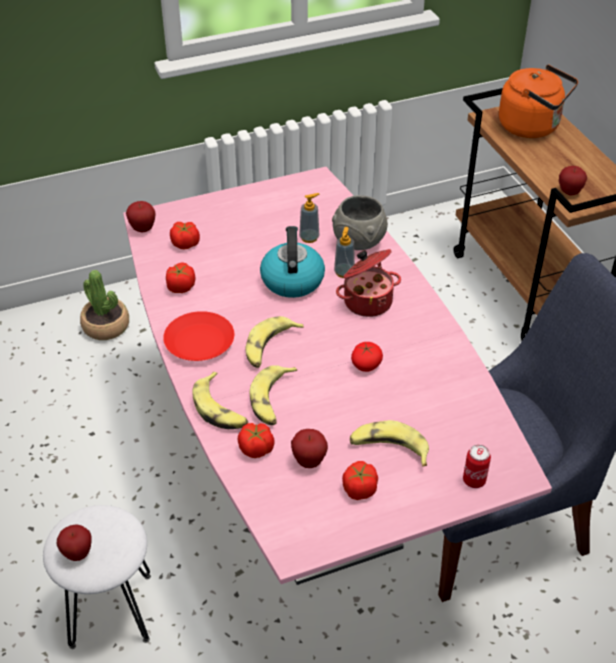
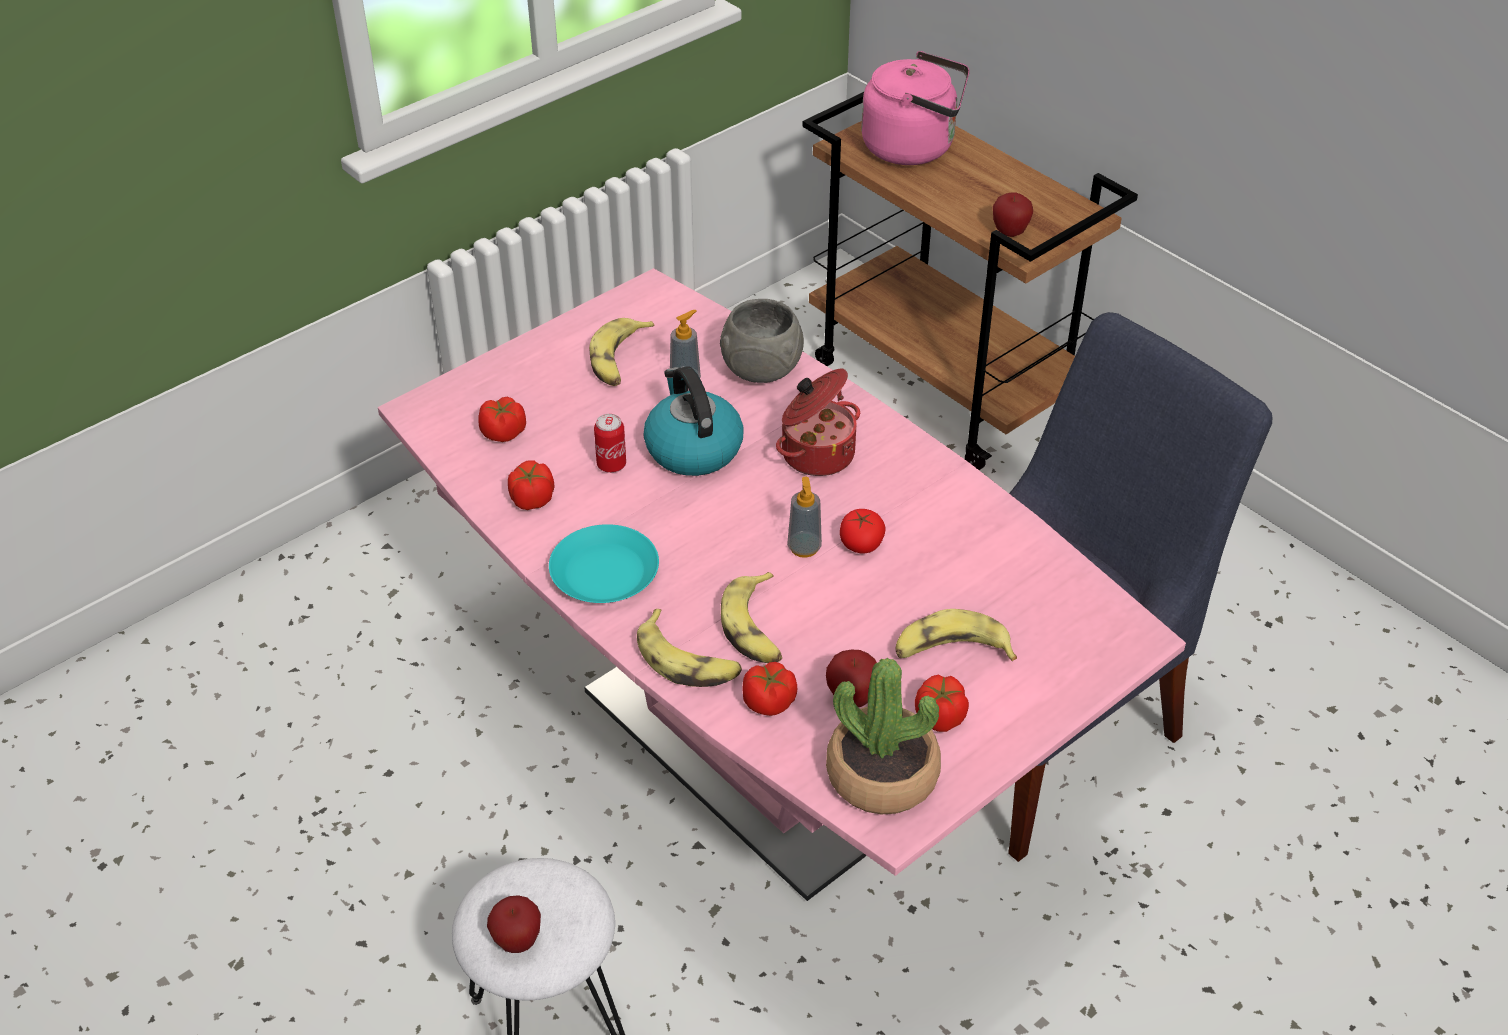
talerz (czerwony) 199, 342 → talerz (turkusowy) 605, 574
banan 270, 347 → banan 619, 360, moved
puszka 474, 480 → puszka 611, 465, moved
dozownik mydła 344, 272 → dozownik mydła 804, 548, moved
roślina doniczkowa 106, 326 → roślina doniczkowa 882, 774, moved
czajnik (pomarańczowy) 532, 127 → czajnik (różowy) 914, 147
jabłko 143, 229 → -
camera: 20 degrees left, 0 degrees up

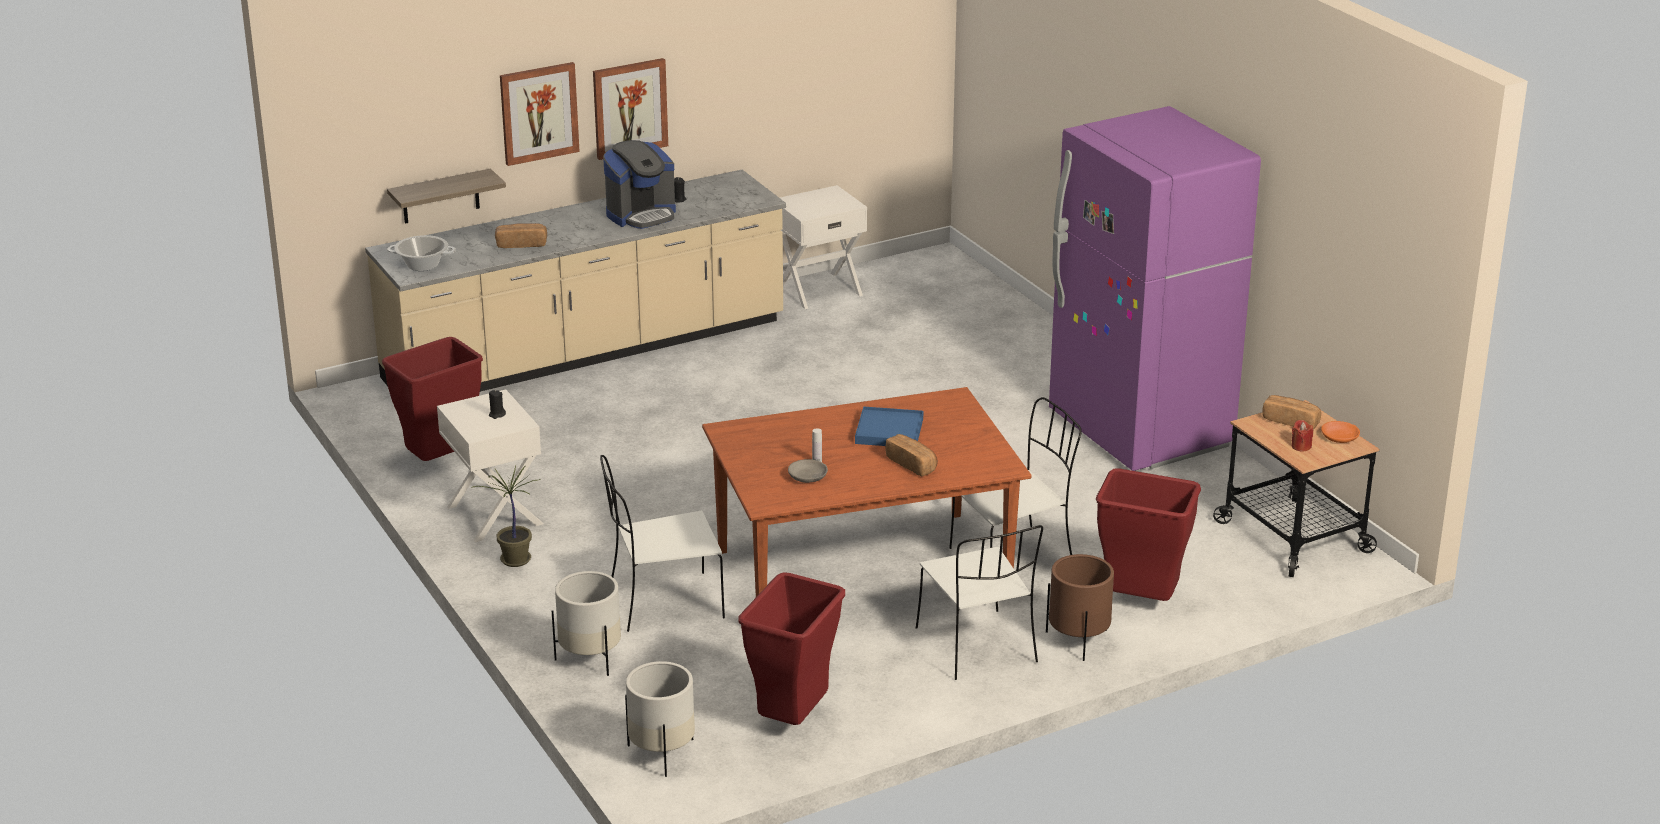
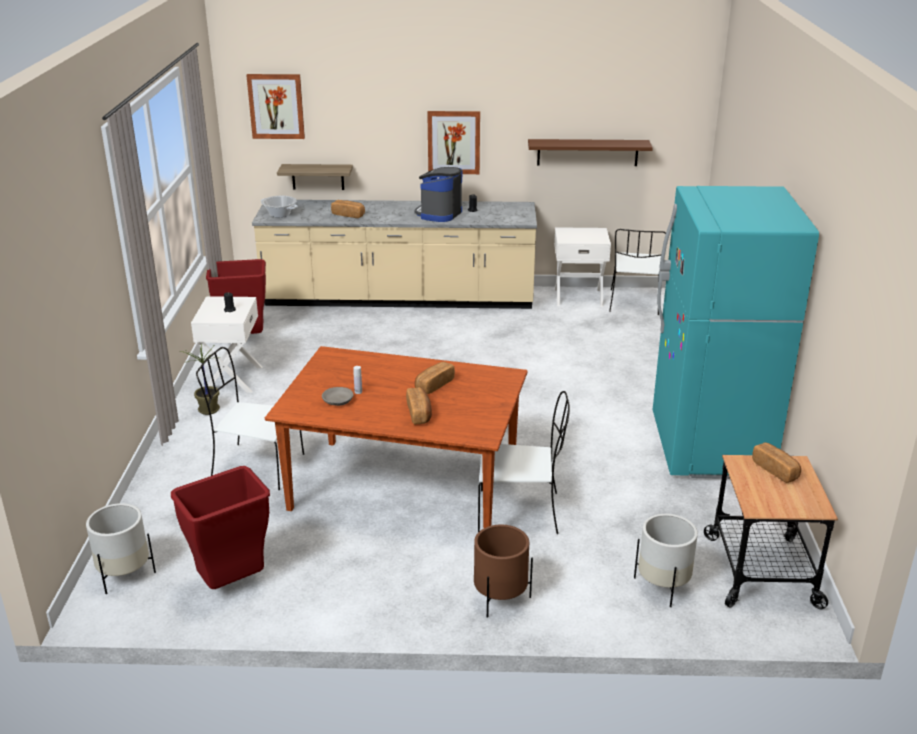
obraz 539, 113 → obraz 276, 106, moved
ekspres do kawy 641, 215 → ekspres do kawy 439, 214, 120 degrees clockwise
taca (niebieski) 889, 431 → chleb 434, 385
- → półka (brązowy) 587, 152
krzesło (biały) 978, 647 → krzesło (biały) 634, 303, moved
donica (biały) 590, 658 → donica (biały) 663, 586, moved
lodówka (fioletowy) 1140, 431 → lodówka (turkusowy) 710, 447
kosz na śmieci (czerwony) 1139, 603 → -
świeca (czerwony) 1301, 446 → -
miska (pomarańczowy) 1340, 438 → -
camera: 30 degrees right, 0 degrees up

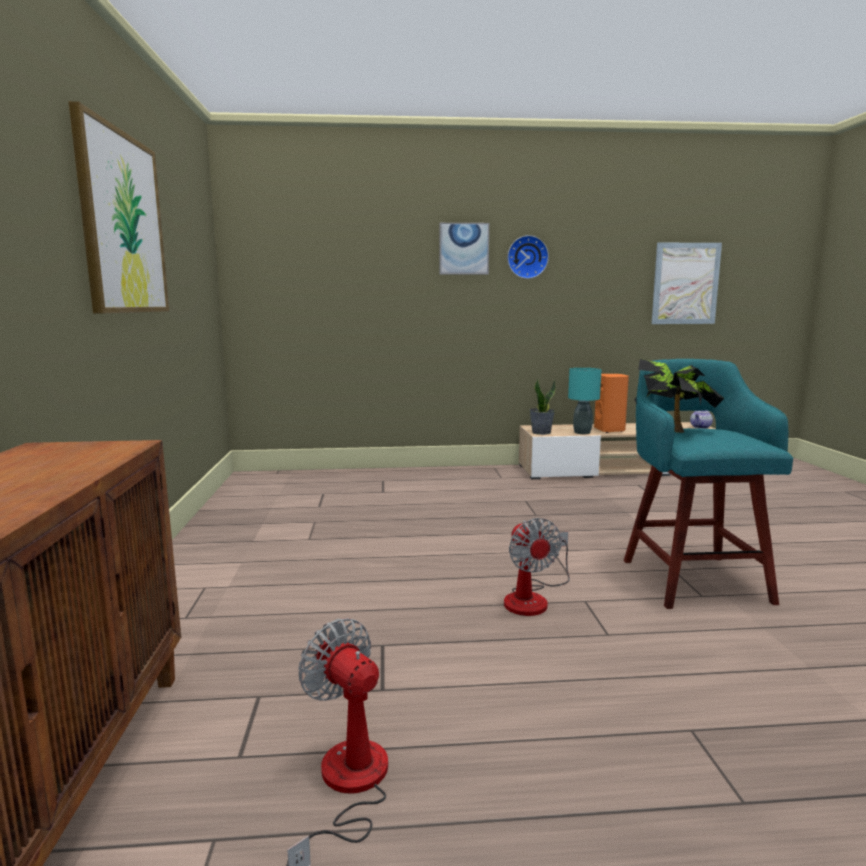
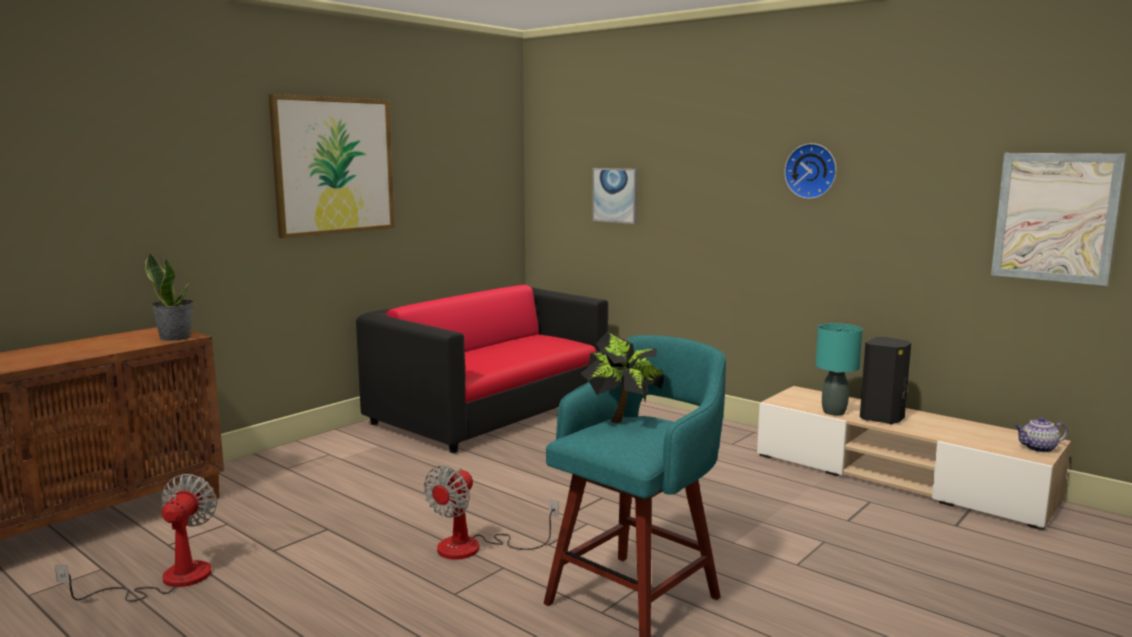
roślina doniczkowa 541, 432 → roślina doniczkowa 176, 337, moved
- → kanapa 490, 410
obraz 464, 249 → obraz 615, 195, moved
głośnik (pomarańczowy) 610, 430 → głośnik (czarny) 883, 418
camera: 45 degrees right, 0 degrees up

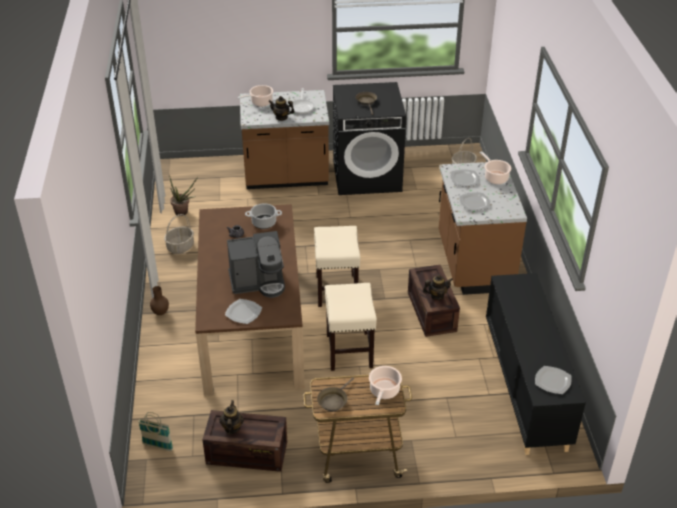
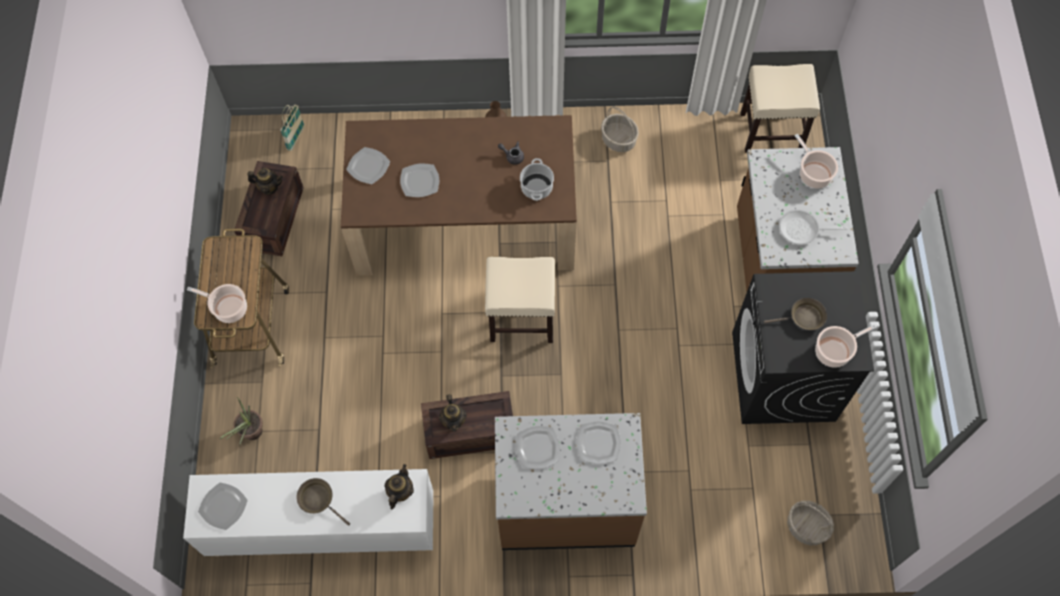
szafka (czarny) 525, 387 → szafka (biały) 322, 527
roślina doniczkowa 184, 212 → roślina doniczkowa 250, 435, moved
patelnia (brązowy) 333, 400 → patelnia (brązowy) 318, 499, moved
imbryk 281, 117 → imbryk 400, 492, moved
ekspres do kawy 258, 282 → talerz 420, 181
stołek (beżowy) 349, 351 → stołek (beżowy) 770, 132, moved
garnek 495, 177 → garnek 834, 351, moved
camera: 95 degrees right, 25 degrees up

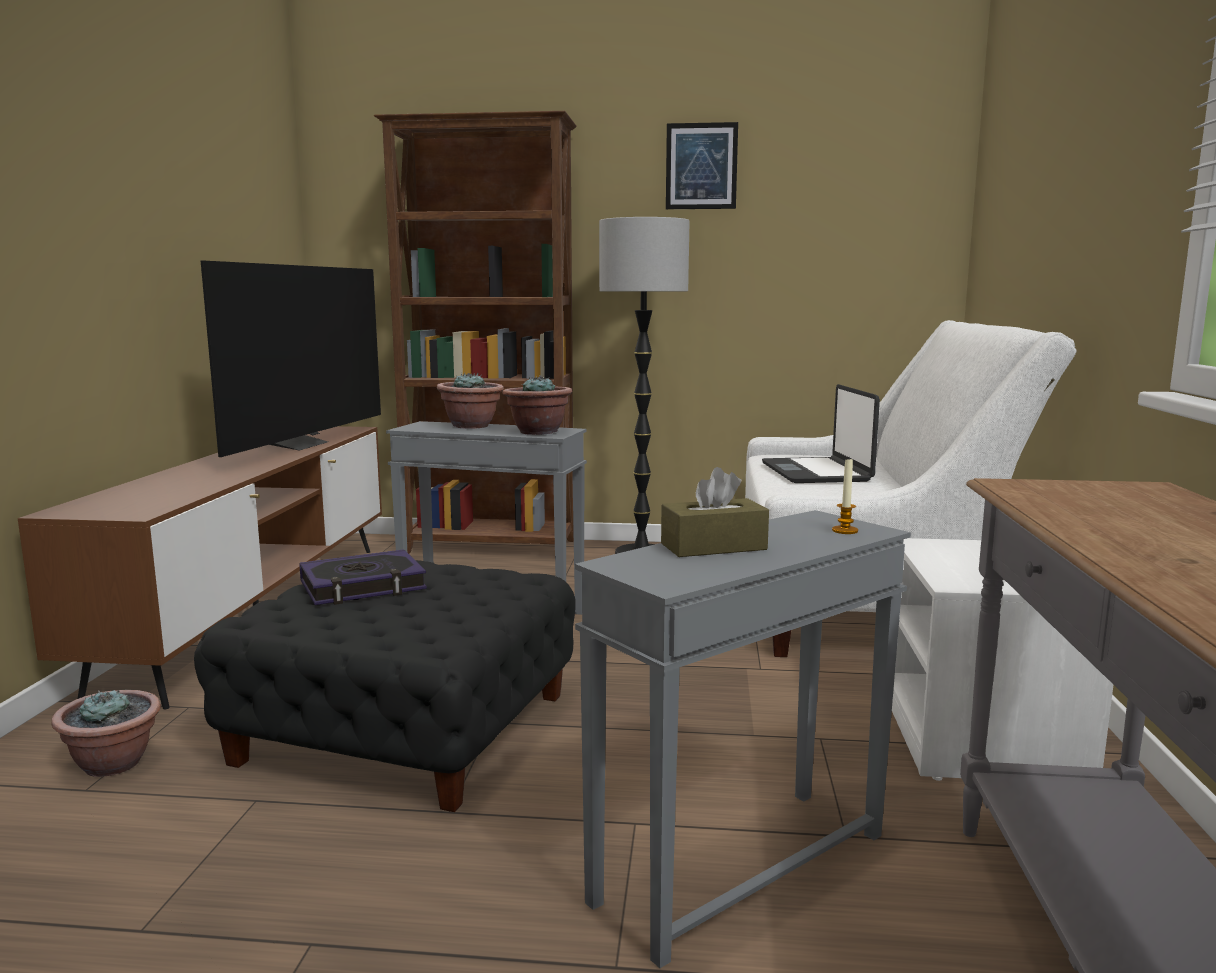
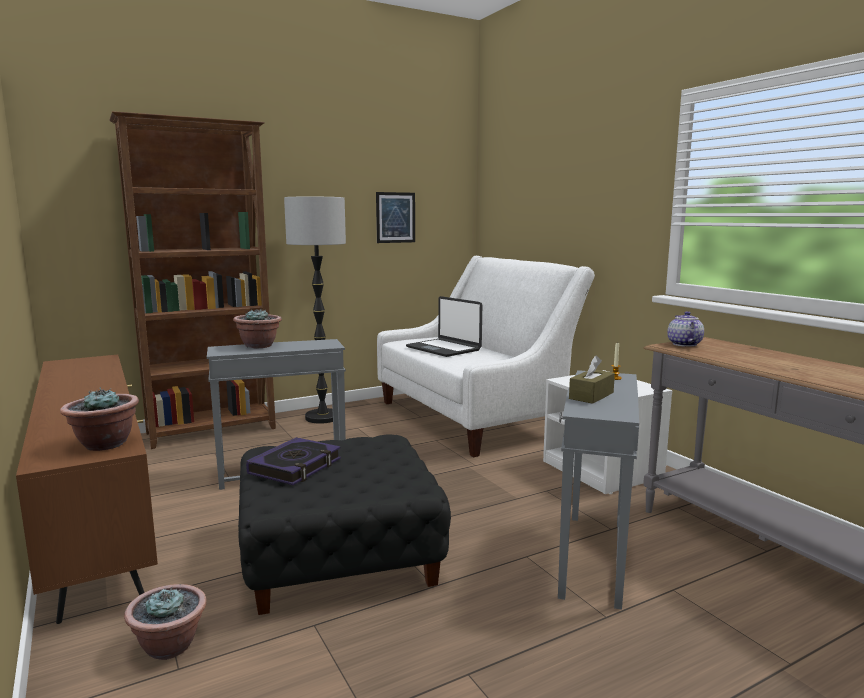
roślina doniczkowa 537, 432 → roślina doniczkowa 104, 444, moved
obraz 701, 166 → obraz 395, 217, moved
- → imbryk 683, 344
telewizor 298, 445 → -
camera: 35 degrees left, 0 degrees up

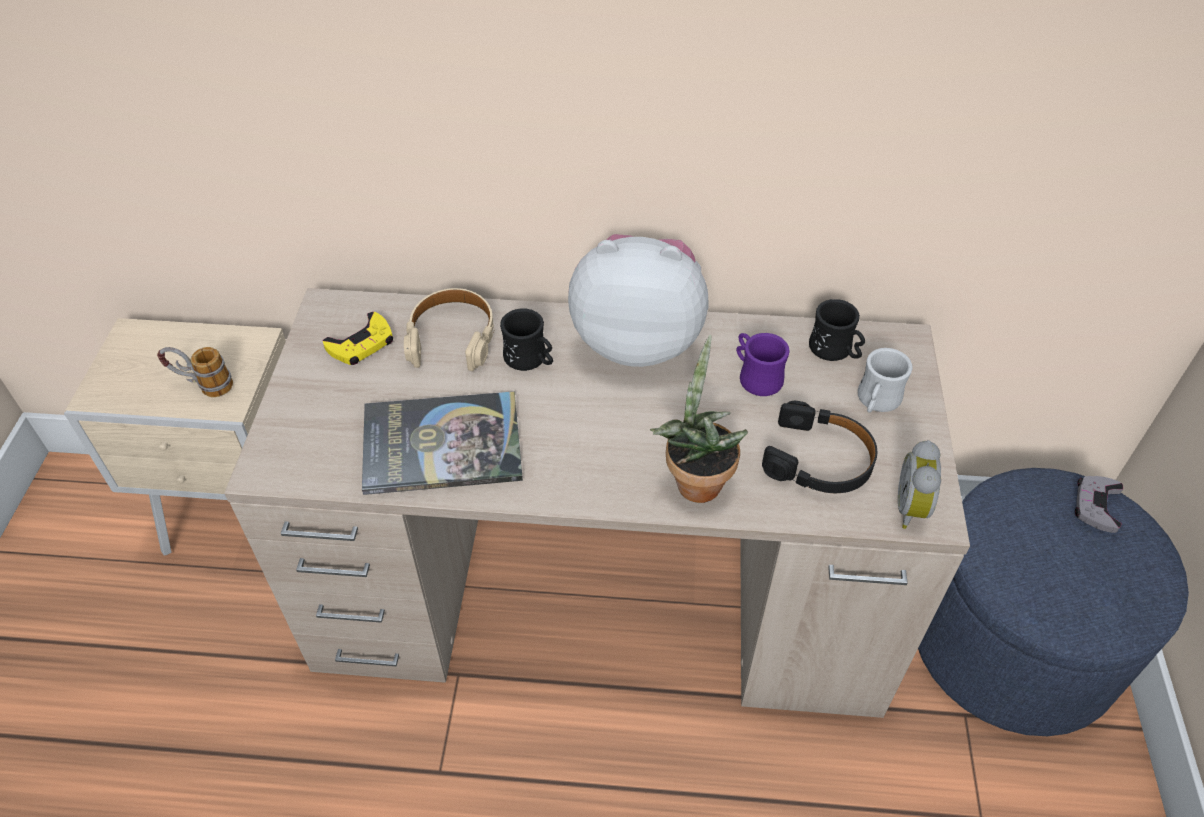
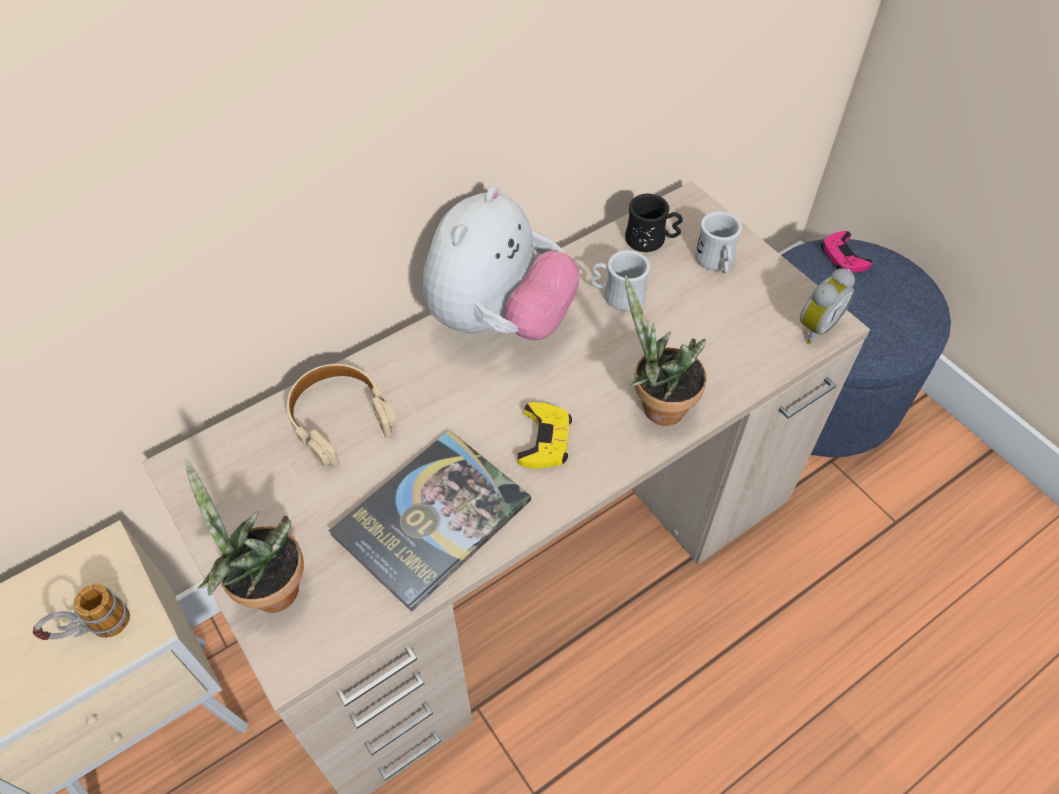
- → roślina doniczkowa 267, 588
pluszak 638, 339 → pluszak 499, 320, 150 degrees clockwise
pad do gier (żółty) 362, 344 → pad do gier (żółty) 545, 439, moved
kubek (fioletowy) 755, 377 → kubek (biały) 617, 296
budzik 913, 508 → budzik 814, 326, 105 degrees counterclockwise
pad do gier (szary) 1096, 505 → pad do gier (różowy) 843, 256
kubek (czarny) 530, 360 → -
słuchawki (czarny) 819, 460 → -
camera: 40 degrees left, 5 degrees up

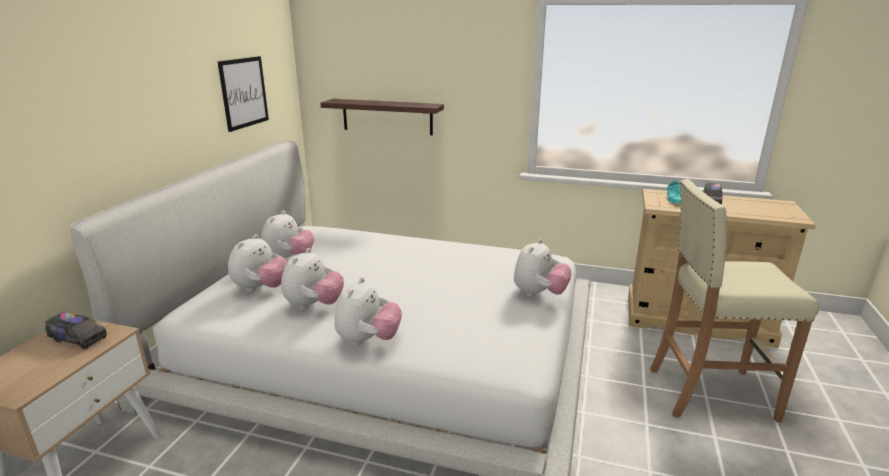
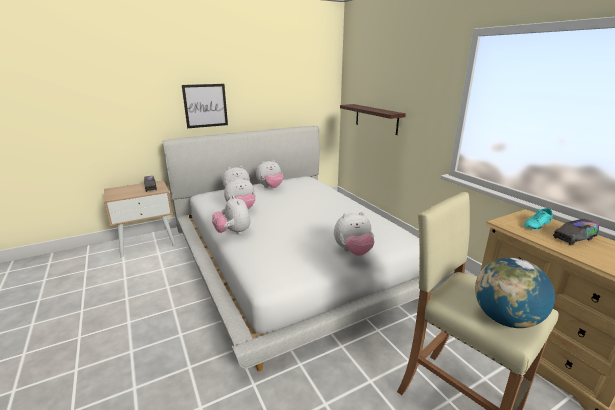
obraz 244, 92 → obraz 205, 105, moved
pluszak 368, 340 → pluszak 233, 232, 90 degrees clockwise
- → globus 505, 319
camera: 45 degrees right, 0 degrees up

